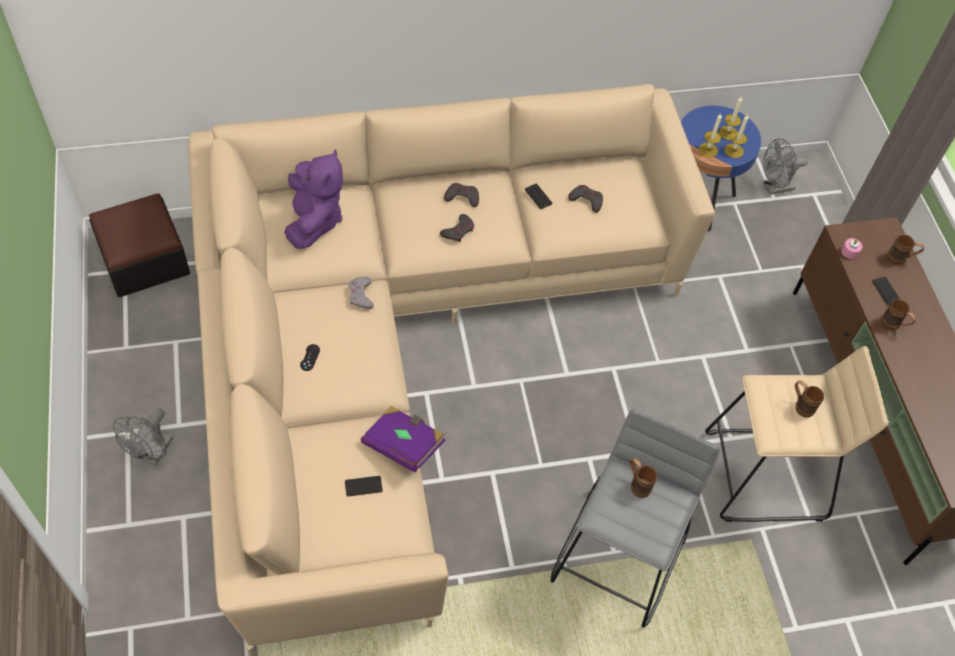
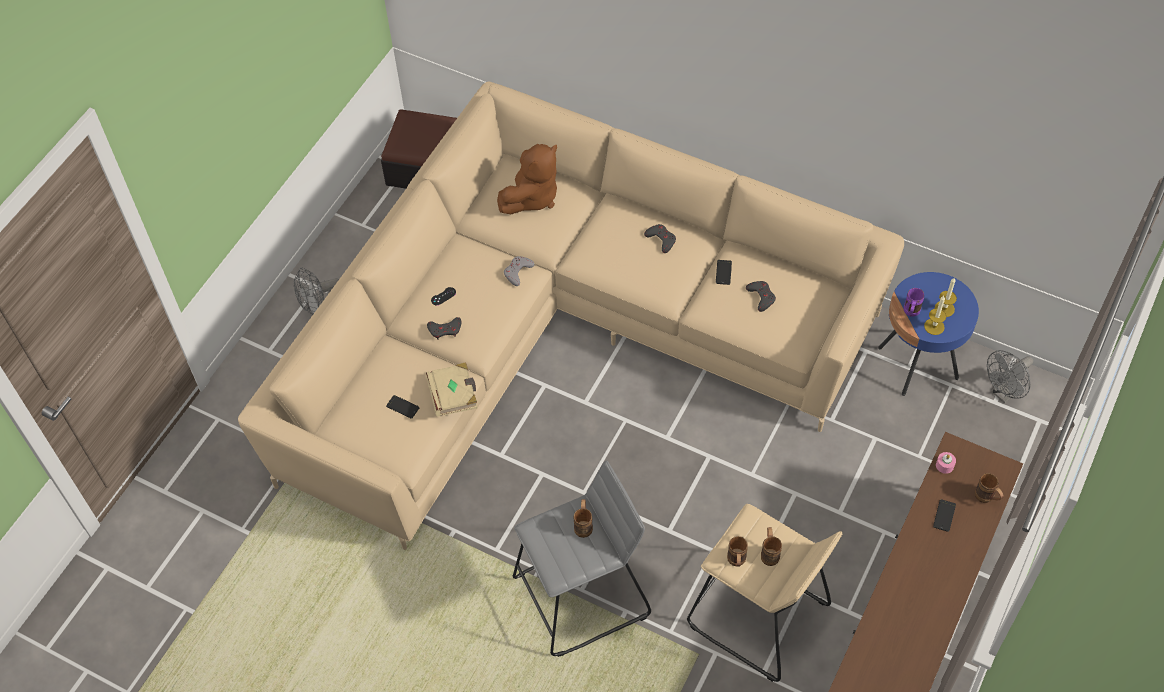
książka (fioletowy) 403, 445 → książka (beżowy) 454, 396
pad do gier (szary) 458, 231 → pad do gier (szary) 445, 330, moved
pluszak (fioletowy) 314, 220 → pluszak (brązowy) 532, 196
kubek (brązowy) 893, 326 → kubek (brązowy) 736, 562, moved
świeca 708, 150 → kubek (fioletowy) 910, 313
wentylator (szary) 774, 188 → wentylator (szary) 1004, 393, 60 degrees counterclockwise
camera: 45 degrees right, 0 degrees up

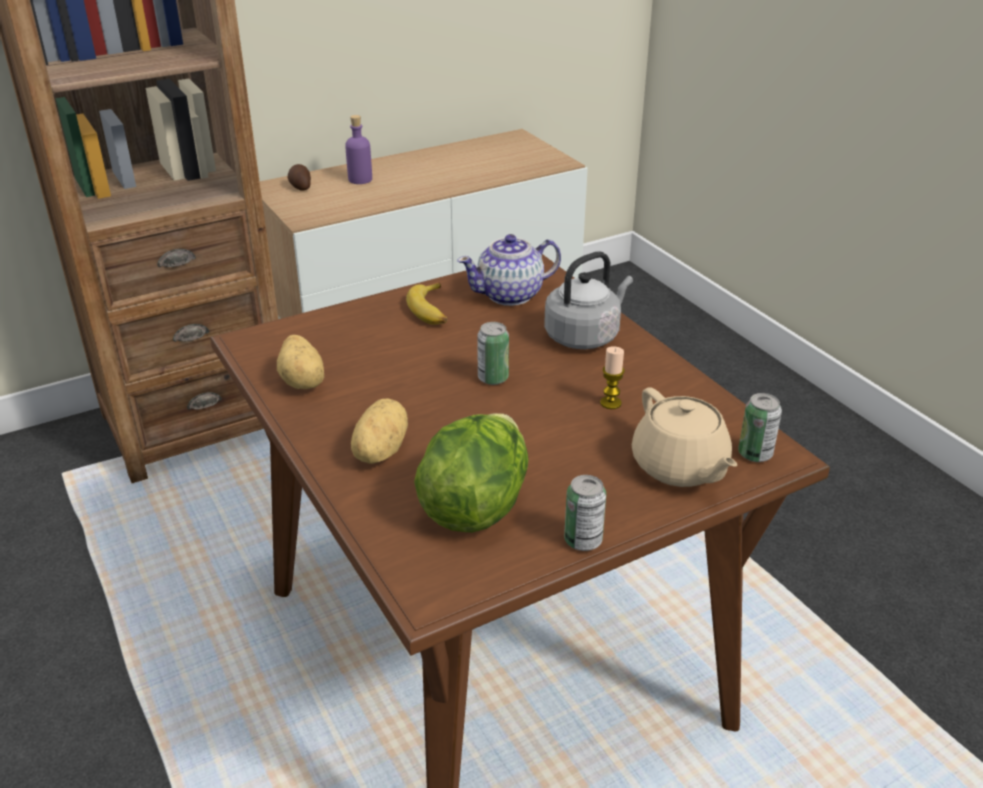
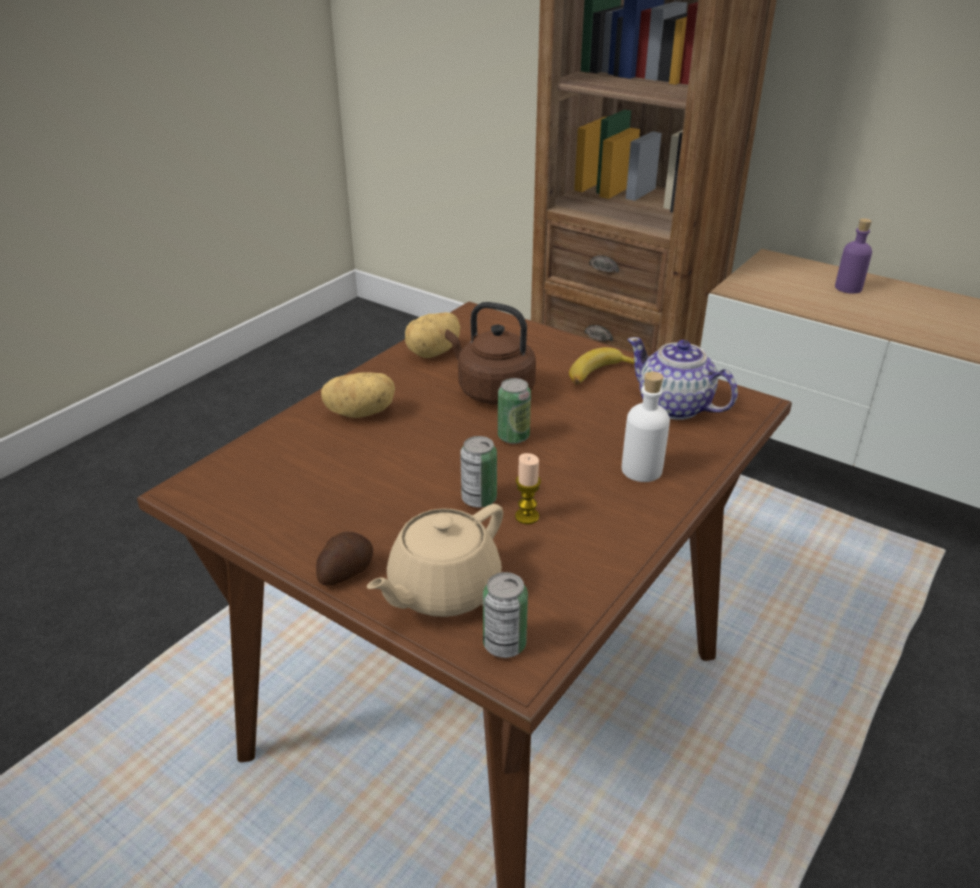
ziemniak 300, 187 → ziemniak 344, 571, moved
- → czajnik (brązowy) 492, 391
puszka 583, 540 → puszka 479, 499, moved
czajnik (szary) 585, 336 → butelka (biały) 642, 470
sałata 476, 504 → -
camera: 65 degrees right, 0 degrees up

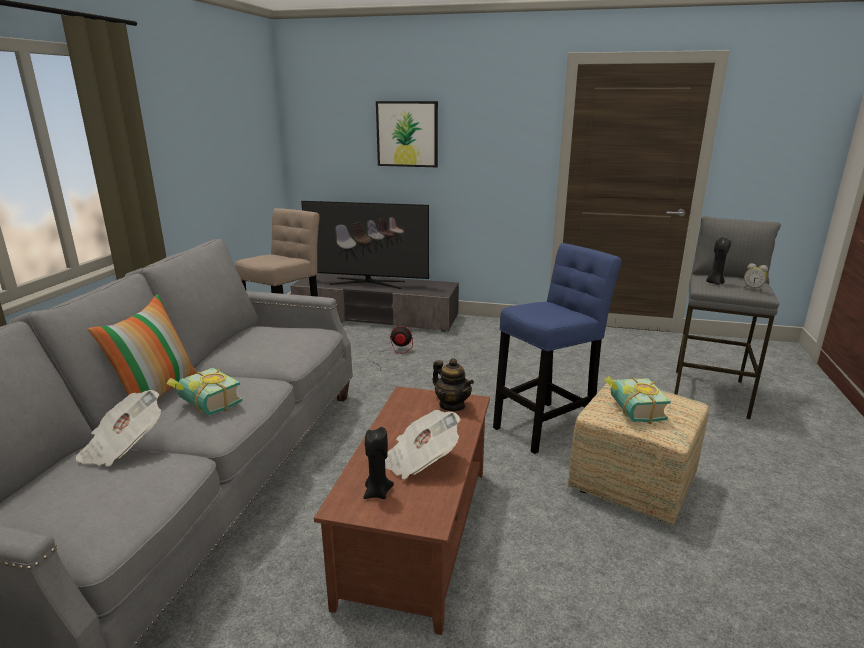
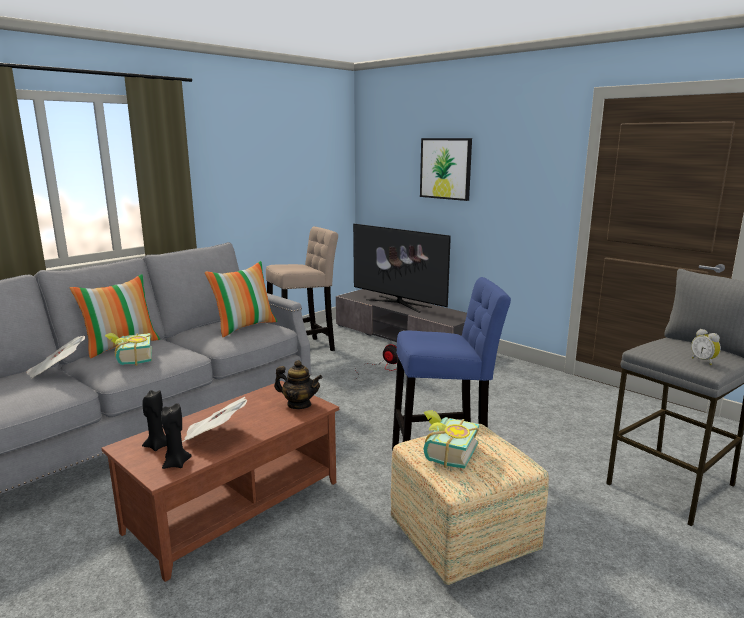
świeca (czarny) 714, 283 → świeca (czarny) 176, 464, moved
- → poduszka 244, 327
imbryk 452, 405 → imbryk 299, 404, 60 degrees counterclockwise
camera: 30 degrees right, 5 degrees down

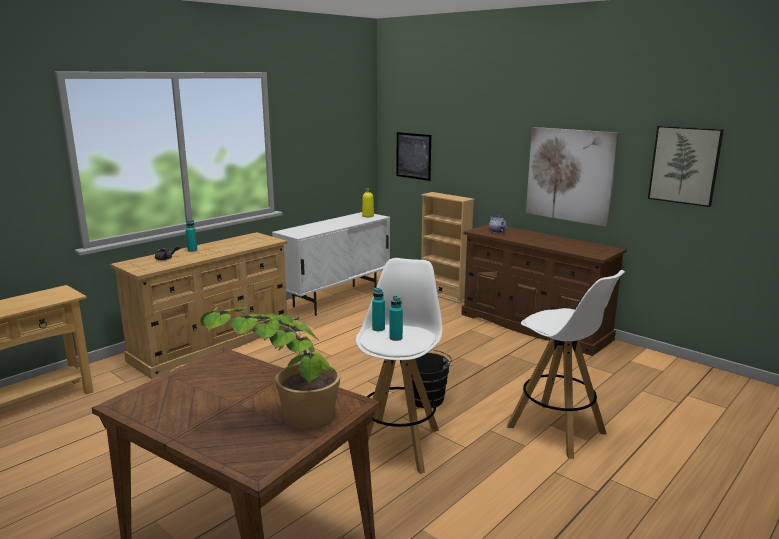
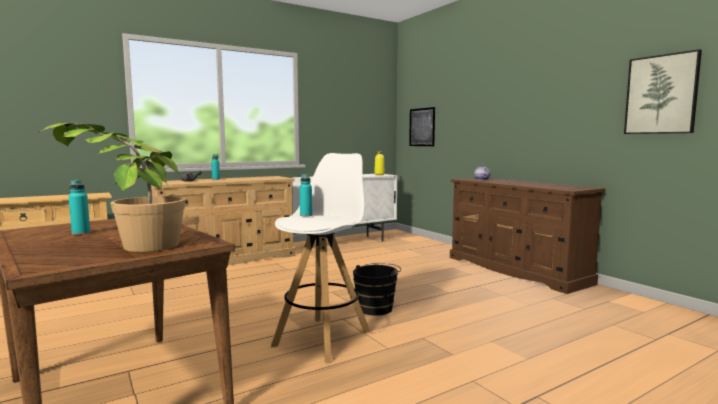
butelka (turkusowy) 396, 338 → butelka (turkusowy) 81, 233, moved
regał (beżowy) 444, 295 → -
stołek (biały) 557, 430 → -
obraz 569, 175 → -
camera: 15 degrees right, 10 degrees down

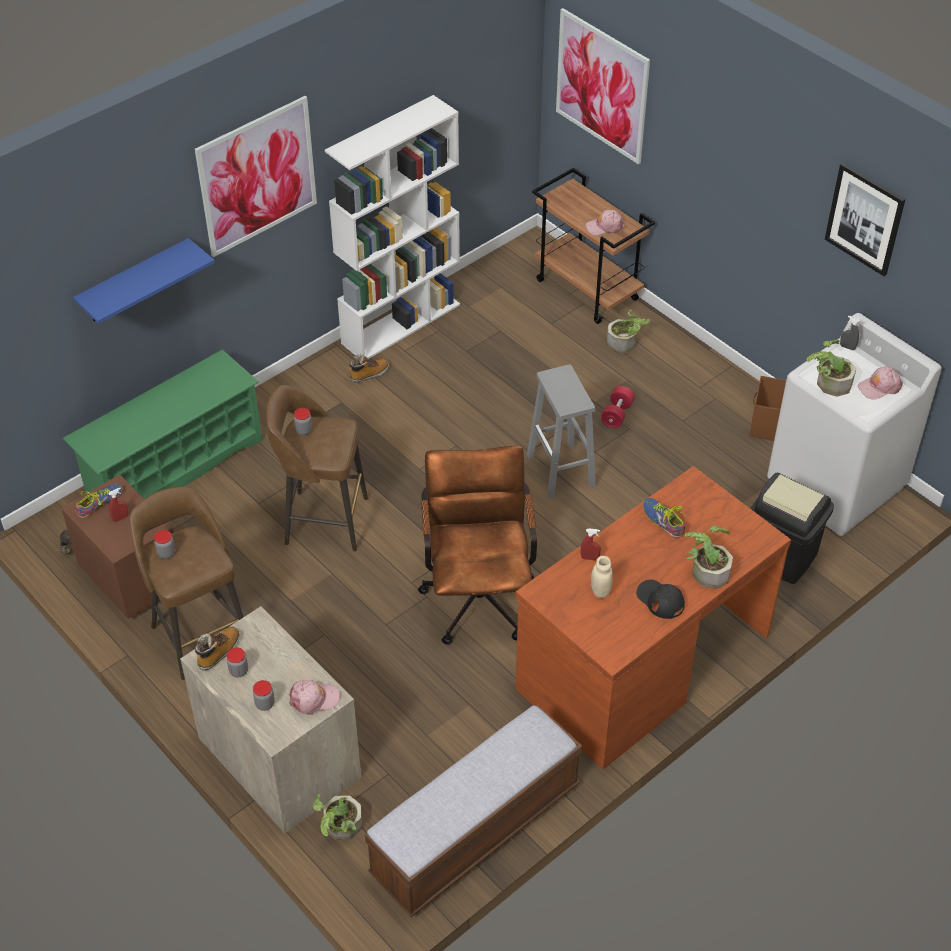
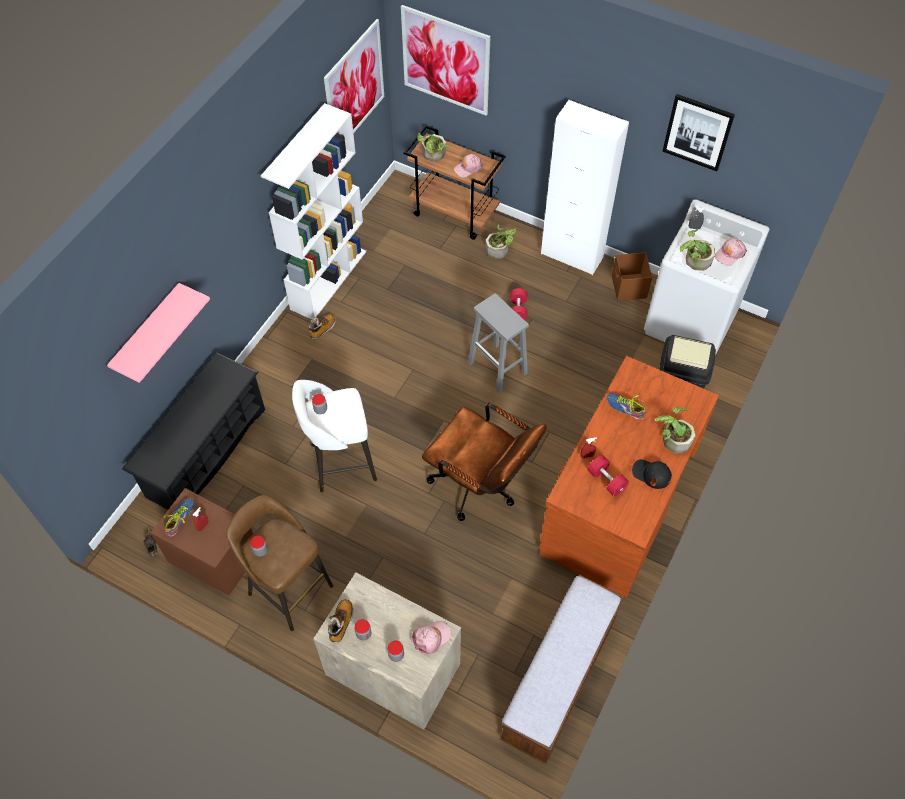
półka (niebieski) 134, 282 → półka (różowy) 147, 332
regał na buty (zielony) 174, 467 → regał na buty (czarny) 206, 453
stołek (brązowy) 323, 520 → stołek (biały) 341, 462
obraz 257, 176 → obraz 354, 87, moved
roślina doniczkowa 339, 828 → roślina doniczkowa 432, 155, moved
krzesło biurowe (brązowy) 478, 593 → krzesło biurowe (brązowy) 481, 486, 150 degrees clockwise
- → szafka (biały) 571, 255
słoik (beżowy) 600, 591 → hantel (czerwony) 606, 480
camera: 20 degrees left, 10 degrees up

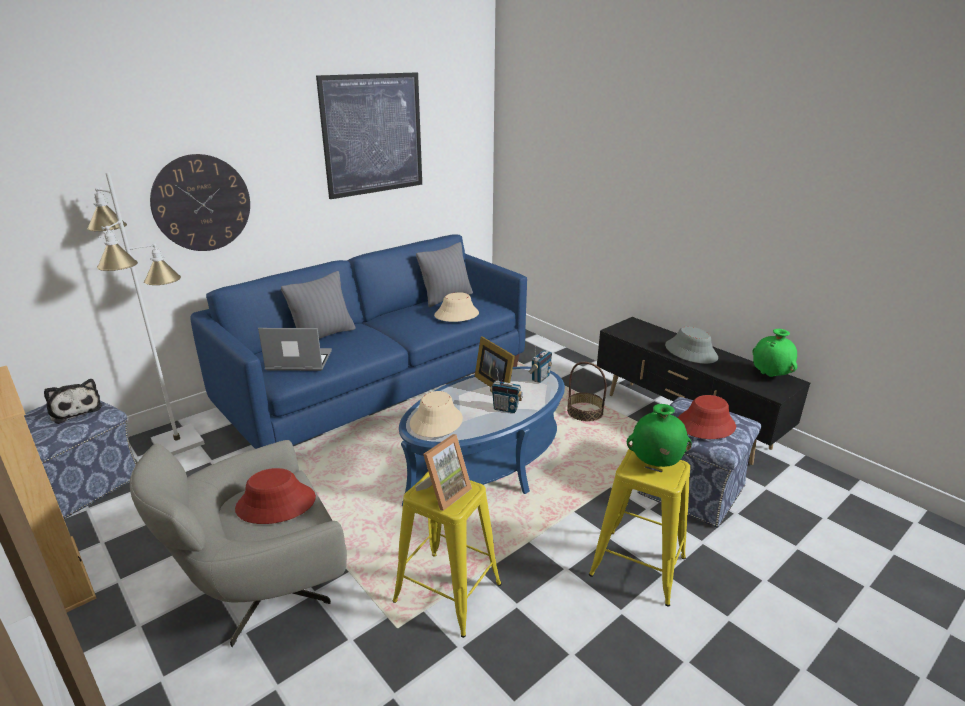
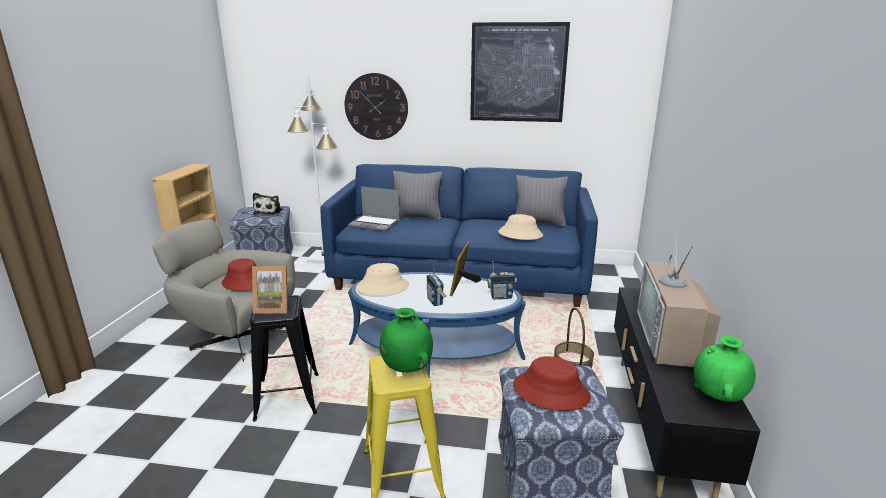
stołek (żółty) 447, 593 → stołek (czarny) 288, 397
laptop 298, 361 → laptop 375, 224, 150 degrees clockwise
kapelusz (szary) 691, 352 → telewizor 671, 338
camera: 50 degrees right, 5 degrees down

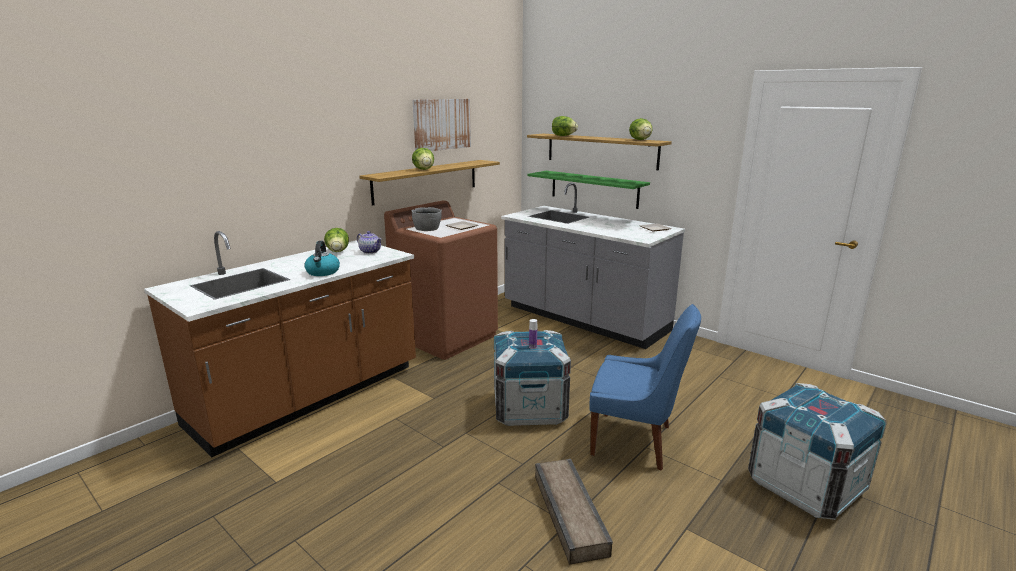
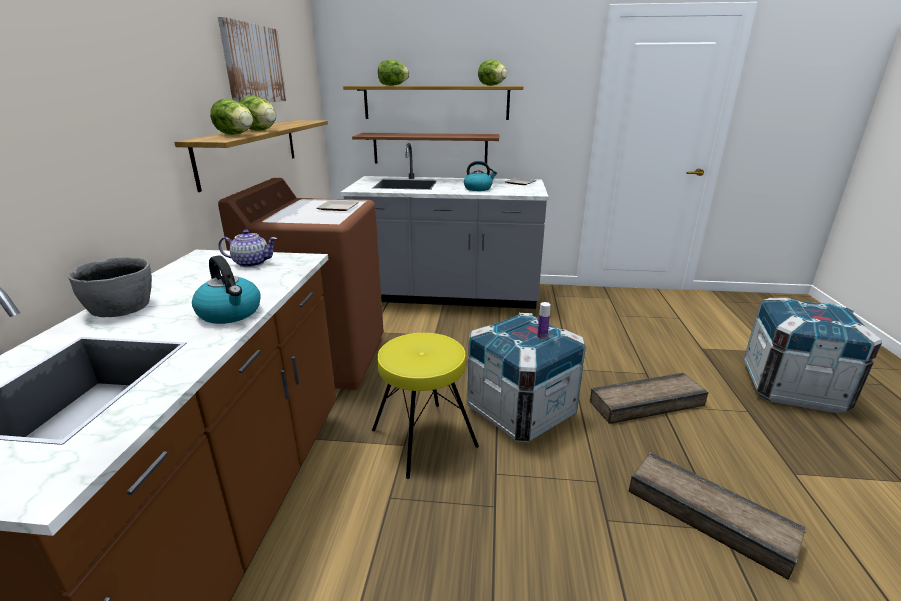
miska (szary) 427, 228 → miska (szary) 122, 306, moved
sałata 338, 252 → sałata 237, 135, moved
półka (zielony) 594, 189 → półka (brązowy) 430, 149
- → stołek (żółty) 424, 437
- → czajnik 478, 188
krzesło (niebieski) 635, 441 → skrzynka 648, 404
camera: 35 degrees left, 5 degrees up

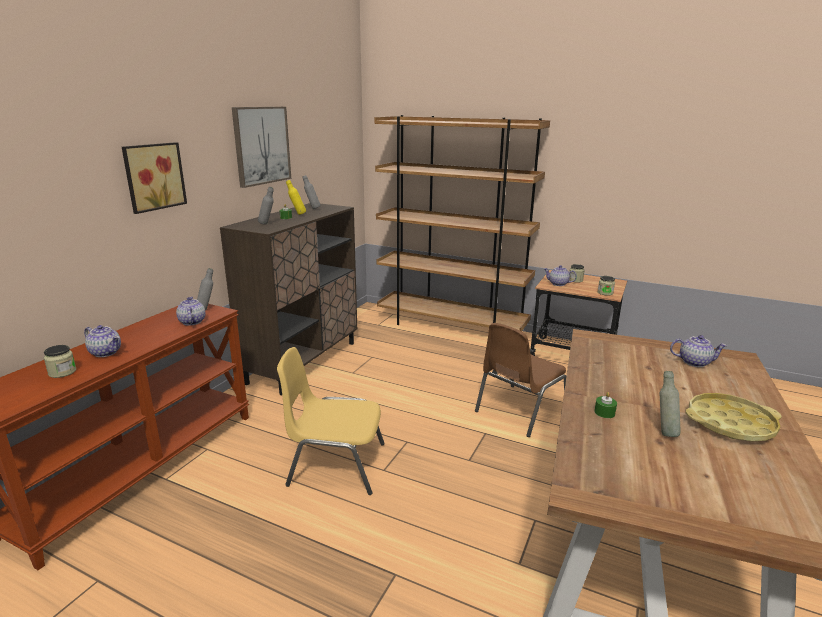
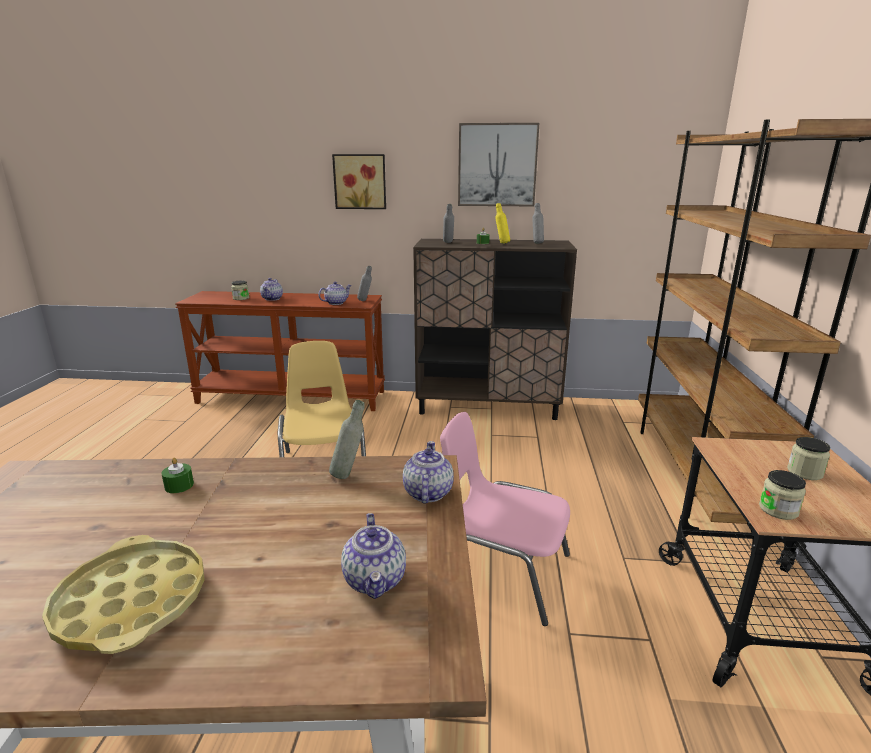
butelka (szary) 664, 432 → butelka (szary) 349, 474, moved
imbryk 558, 284 → imbryk 427, 492, moved
krzesło (brązowy) 519, 410 → krzesło (różowy) 502, 571
camera: 70 degrees right, 0 degrees up

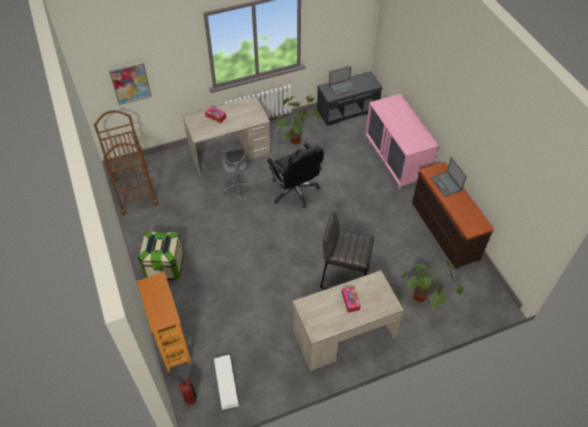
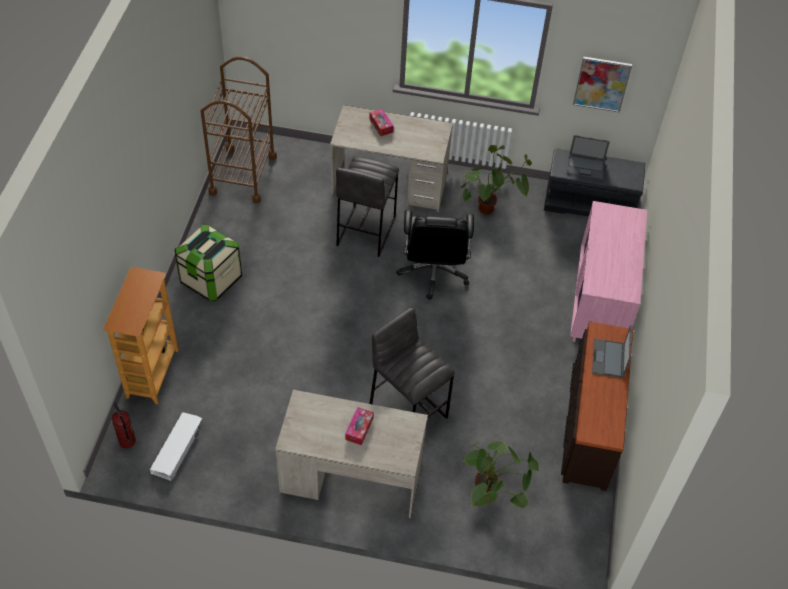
krzesło biurowe (szary) 237, 188 → stołek (szary) 365, 231
obraz 130, 83 → obraz 601, 84, moved
camera: 30 degrees right, 0 degrees up

